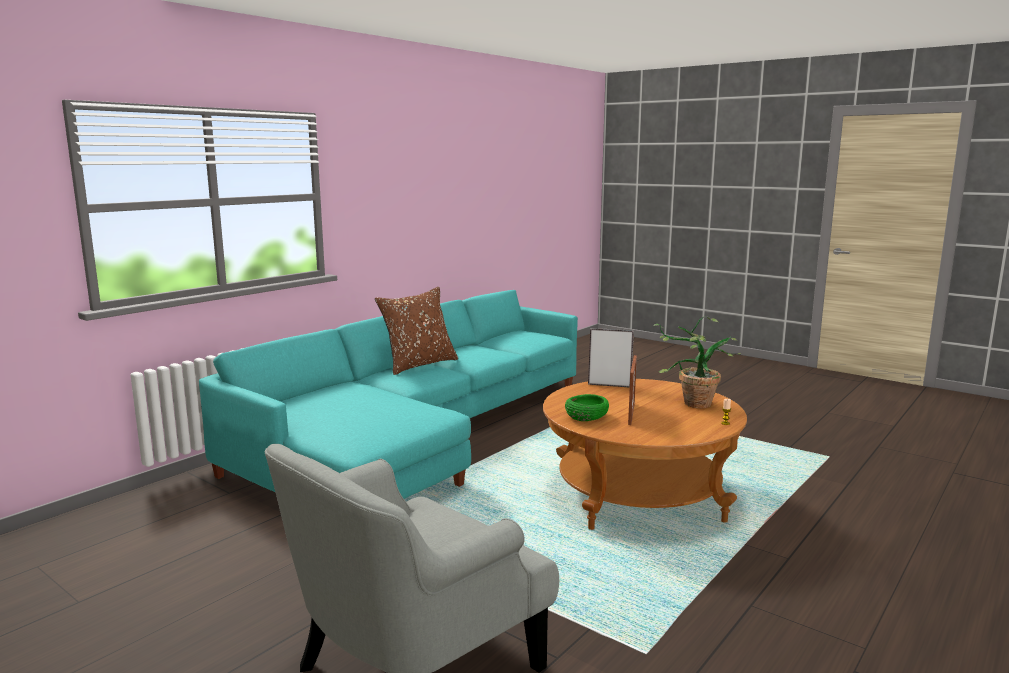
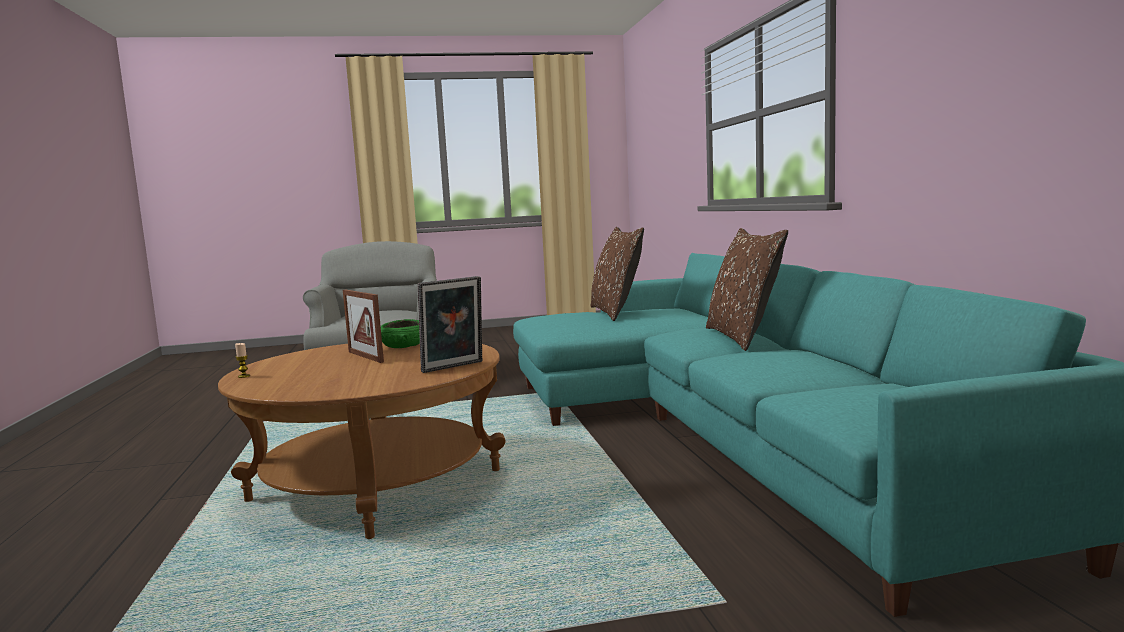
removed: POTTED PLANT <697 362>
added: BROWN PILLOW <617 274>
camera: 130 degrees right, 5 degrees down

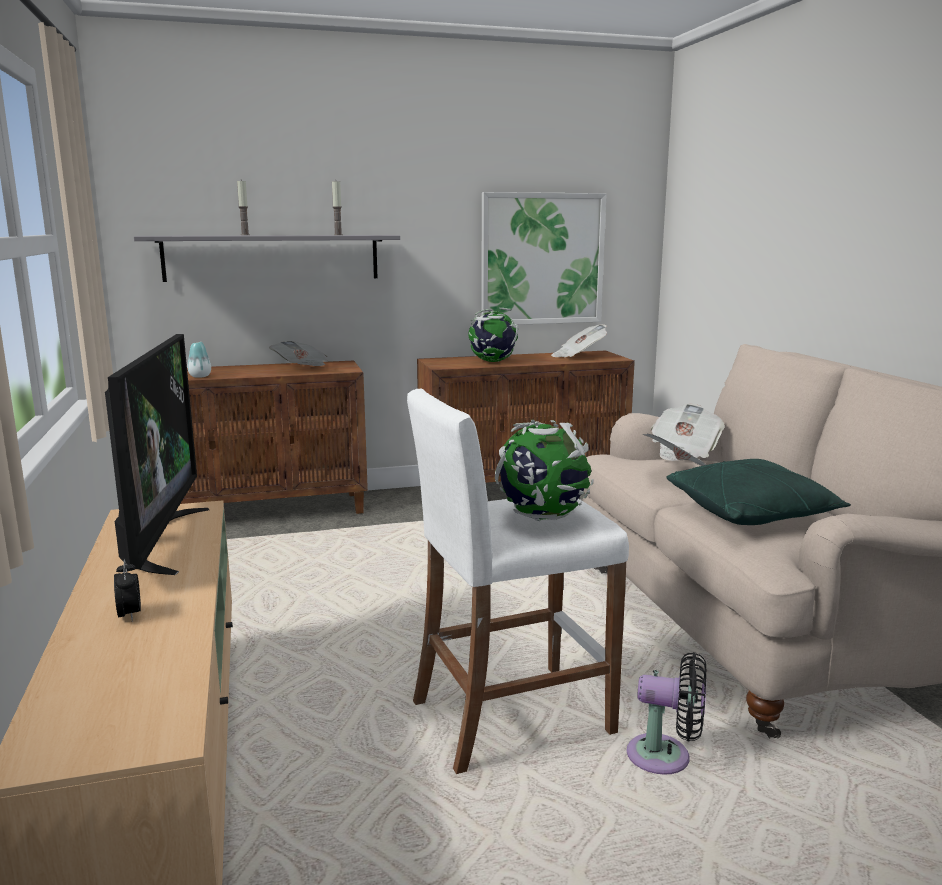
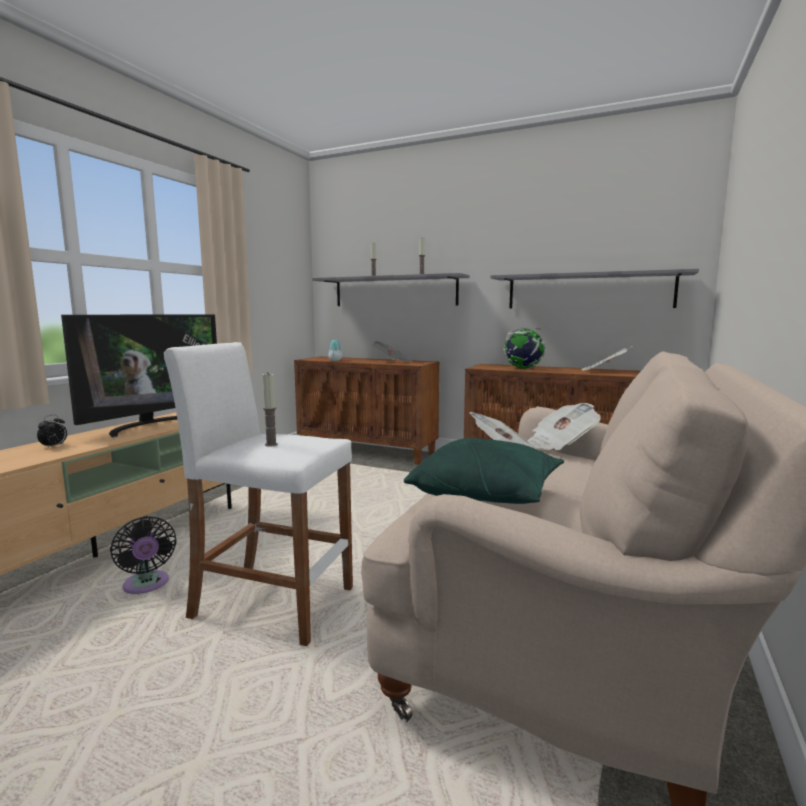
moved: BLACK FAN <666 713> to <143 555>
replaced: PICTURE <543 258> to GREY SHELF <594 289>; GLOBE <544 470> to CANDLE <270 410>
camera: 40 degrees right, 5 degrees down

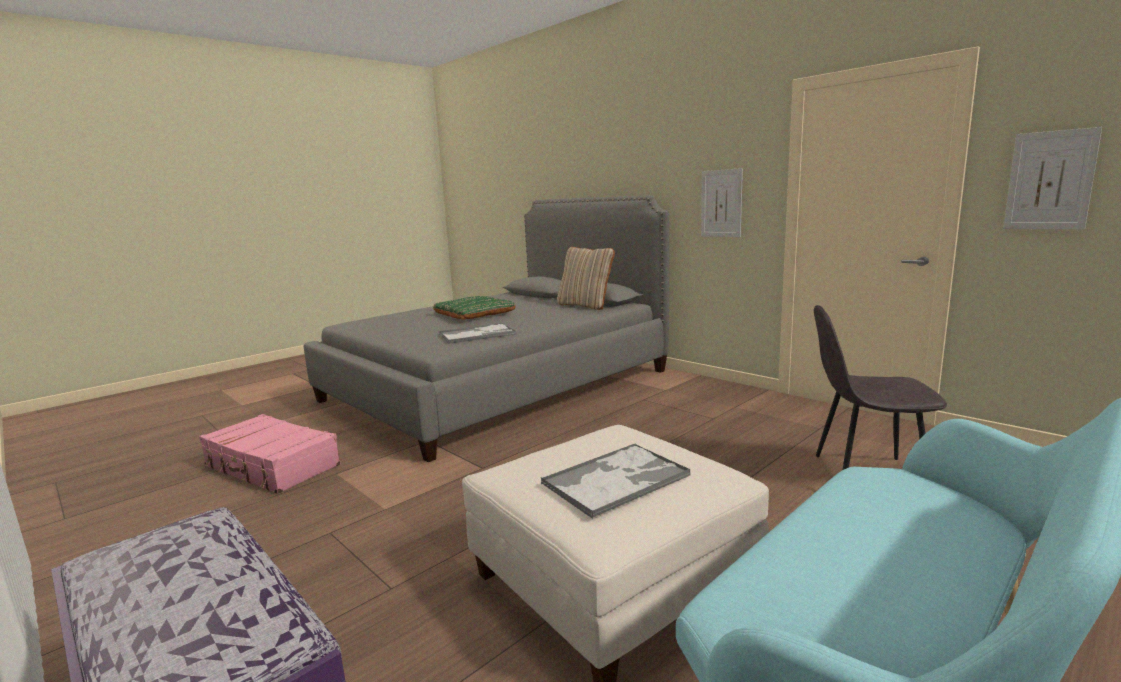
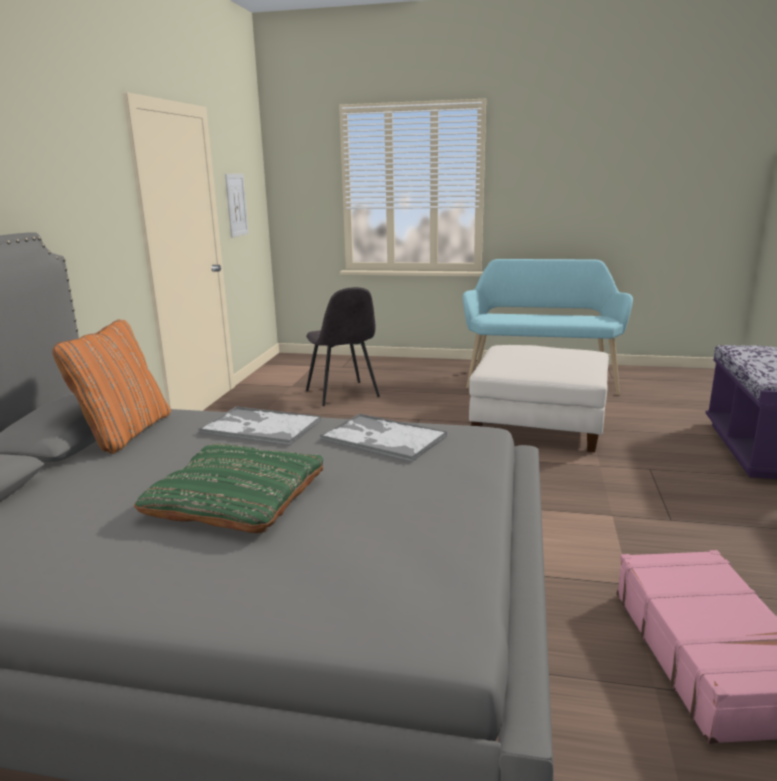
removed: PICTURE <722 202>
moved: TRAY <616 481> to <259 426>
recoloured: BEIGE PILLOW <586 278> to ORANGE PILLOW <111 387>
camera: 125 degrees left, 5 degrees up

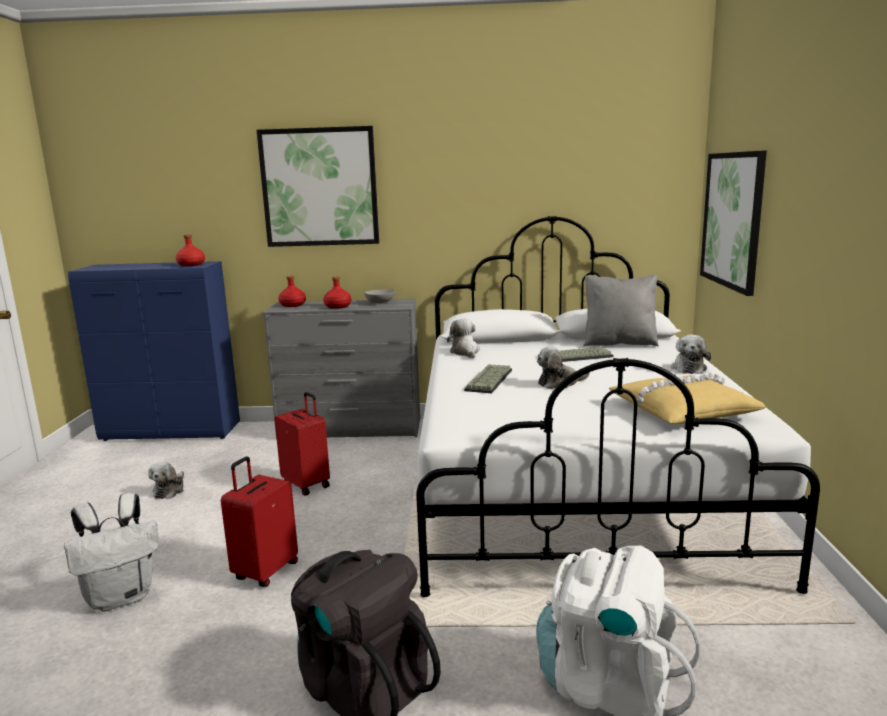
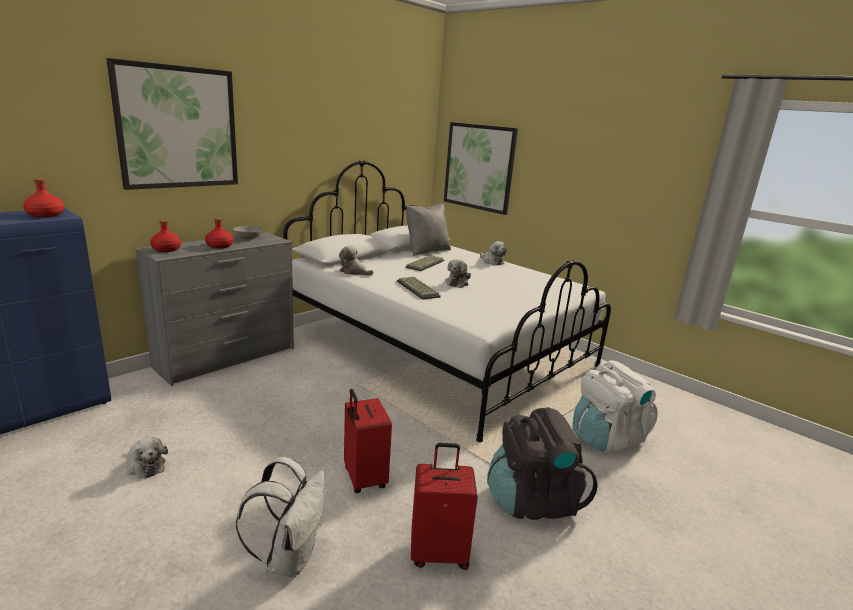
removed: YELLOW PILLOW <687 398>
moved: RED SUITCASE <302 444> to <444 506>
camera: 50 degrees left, 5 degrees up

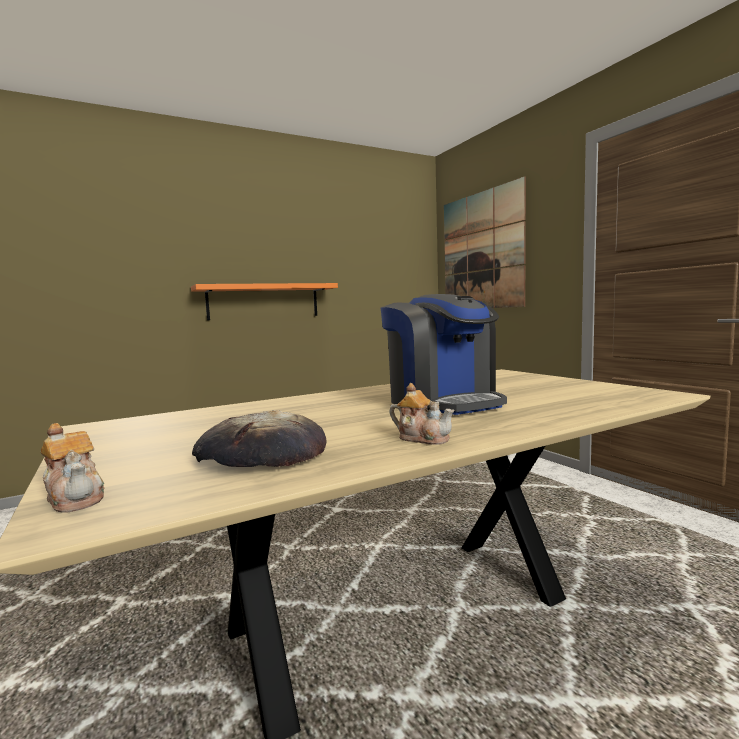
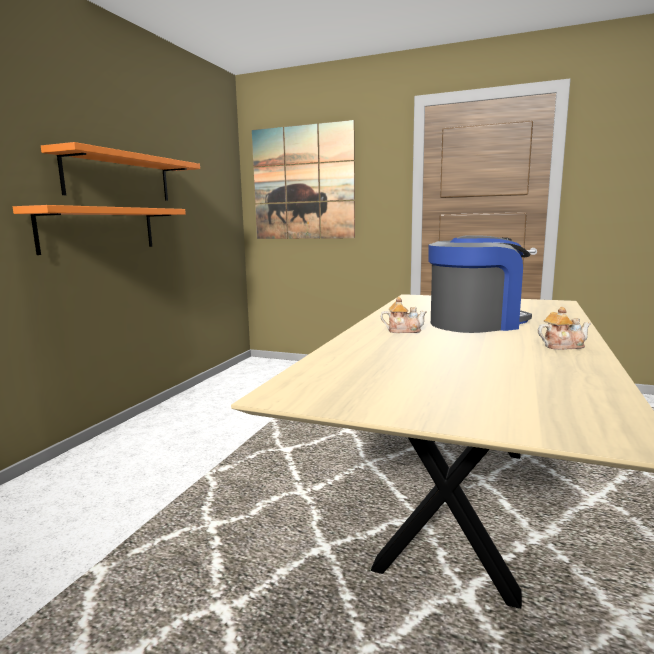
removed: BREAD <259 438>
added: ORANGE SHELF <120 171>
moved: TEAPOT <73 468> to <404 314>
turned: COFFEE MACHINE <444 354> = <480 284> 45 degrees counterclockwise
camera: 40 degrees left, 5 degrees up

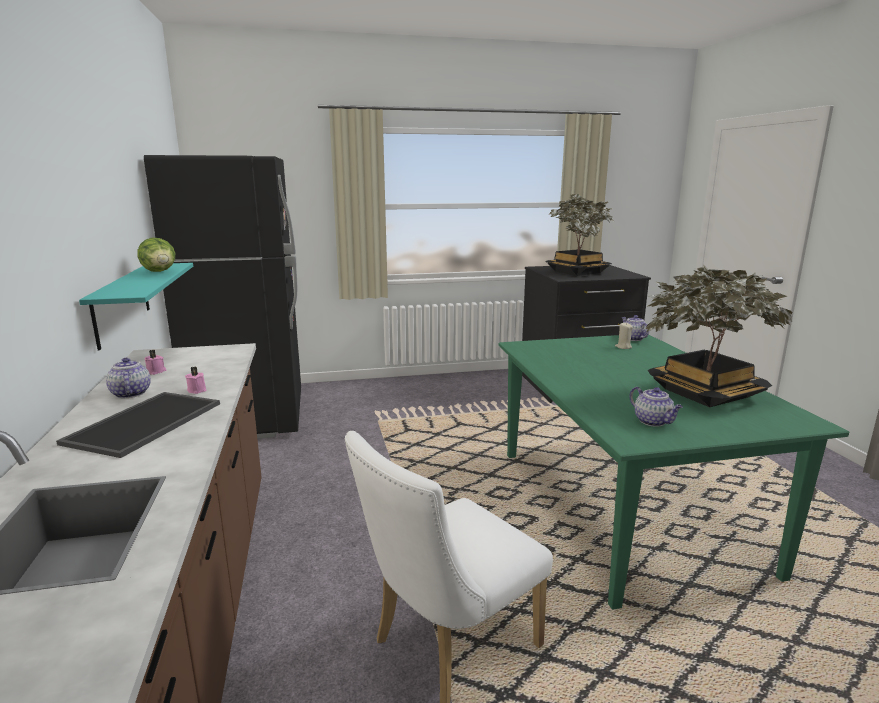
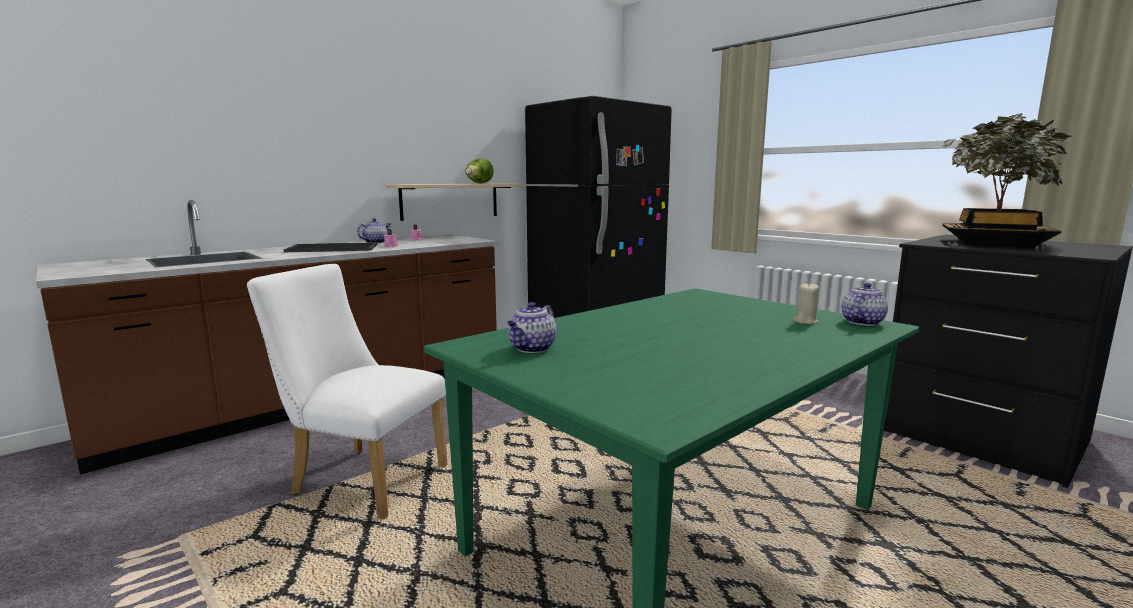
removed: POTTED PLANT <718 335>
recoloured: TURQUOISE SHELF <136 306> to BEIGE SHELF <455 202>
camera: 60 degrees right, 5 degrees down

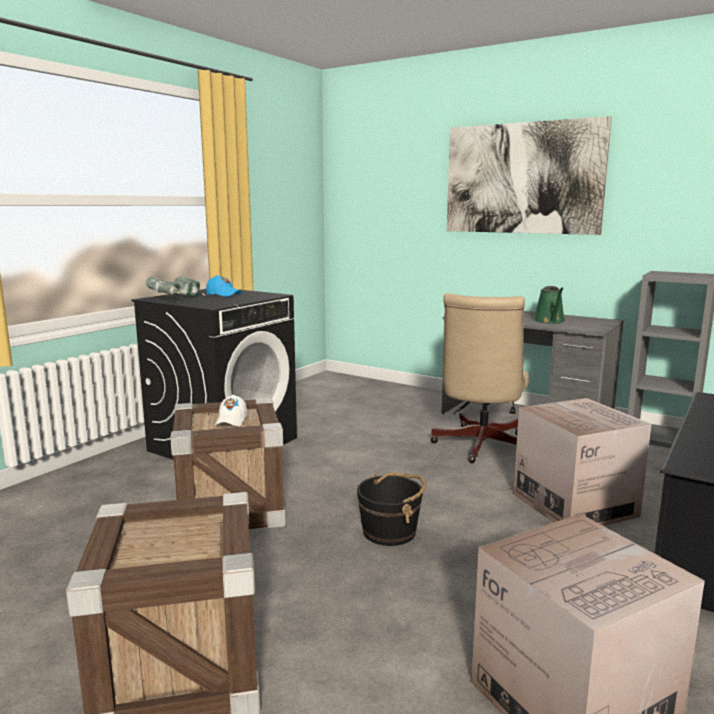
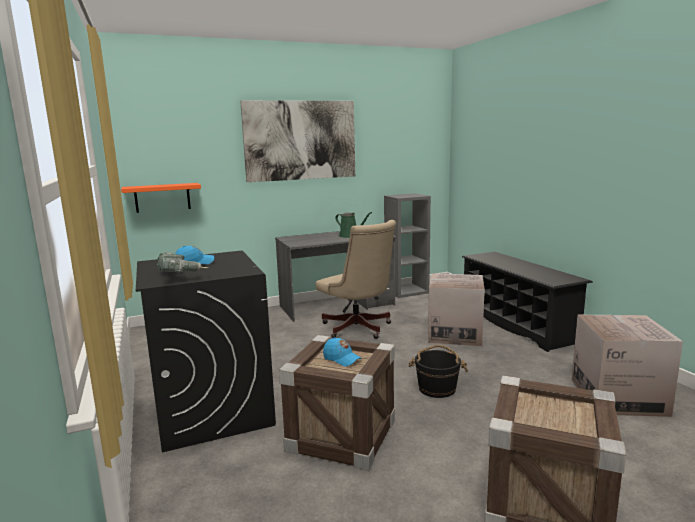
added: ORANGE SHELF <161 198>
recoloured: WHITE CAP <230 411> to BLUE CAP <342 352>
camera: 55 degrees left, 0 degrees up

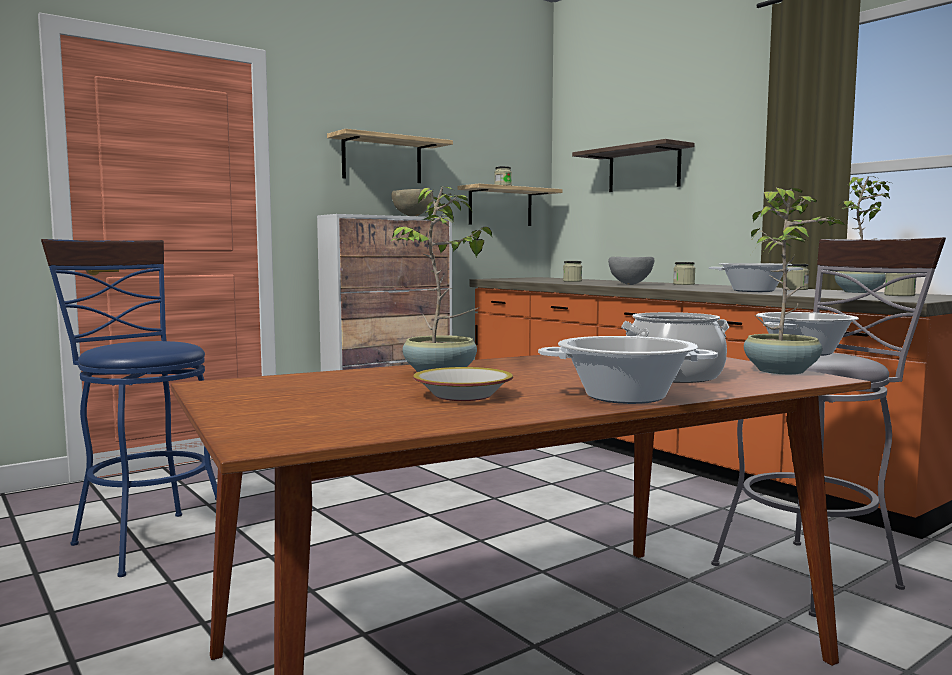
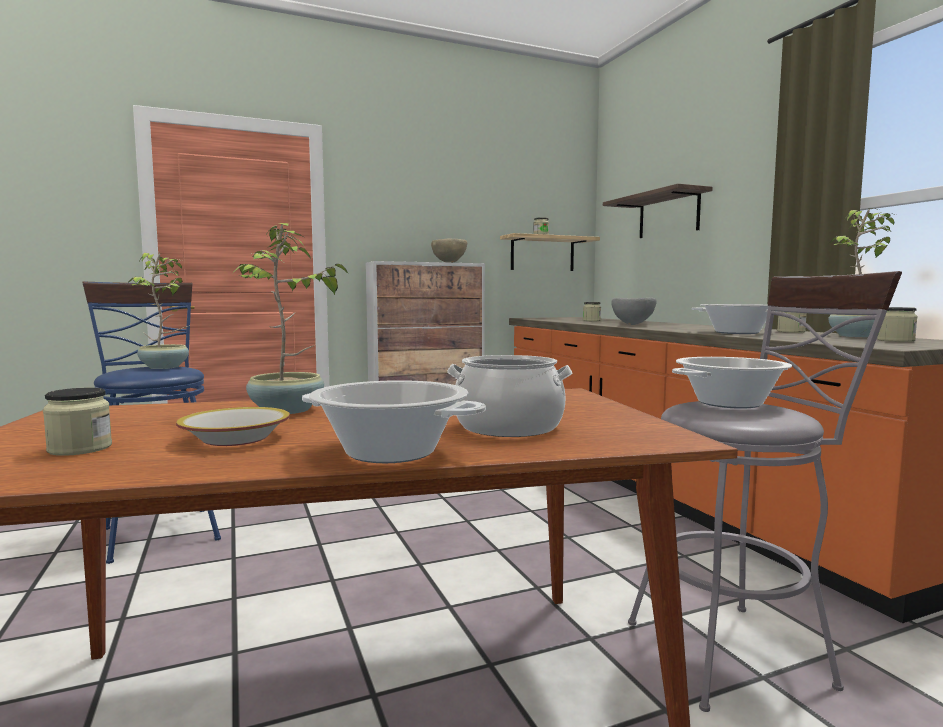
removed: SHELF <390 156>
moved: JAR <684 273> to <77 422>; POTTED PLANT <794 281> to <159 311>
camera: 15 degrees right, 0 degrees up

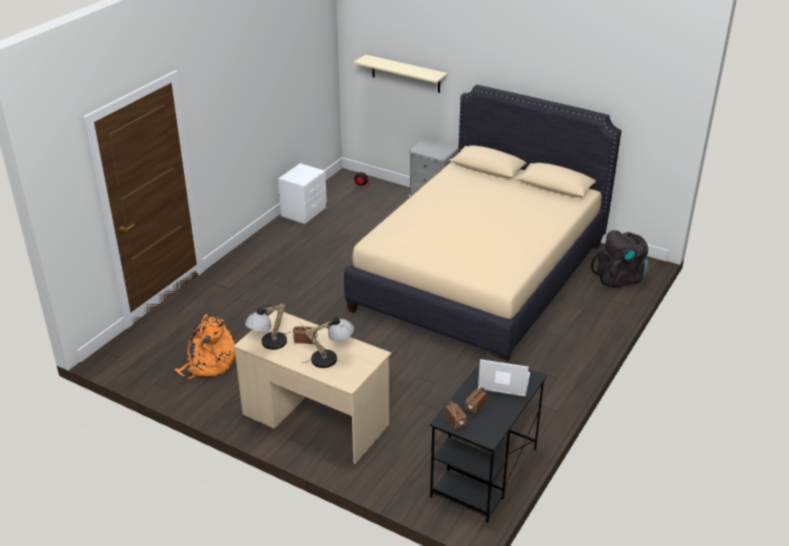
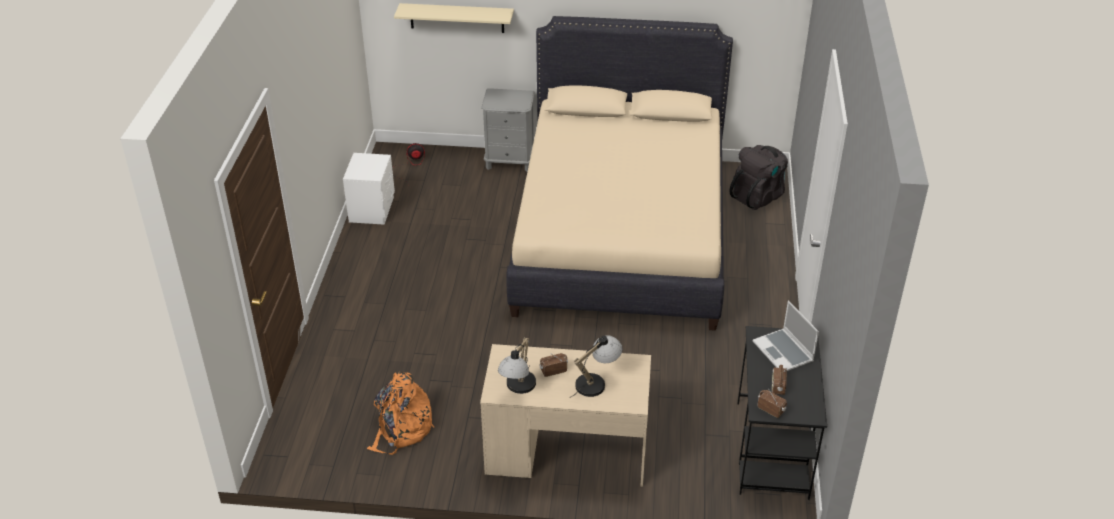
turned: LAPTOP <504 378> = <786 336> 105 degrees counterclockwise
camera: 25 degrees left, 5 degrees up

